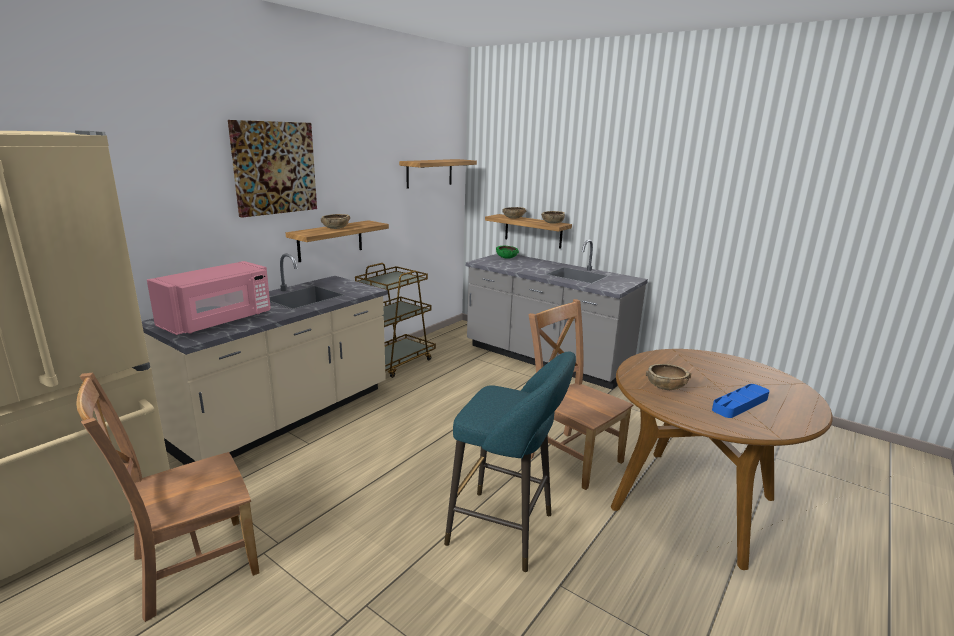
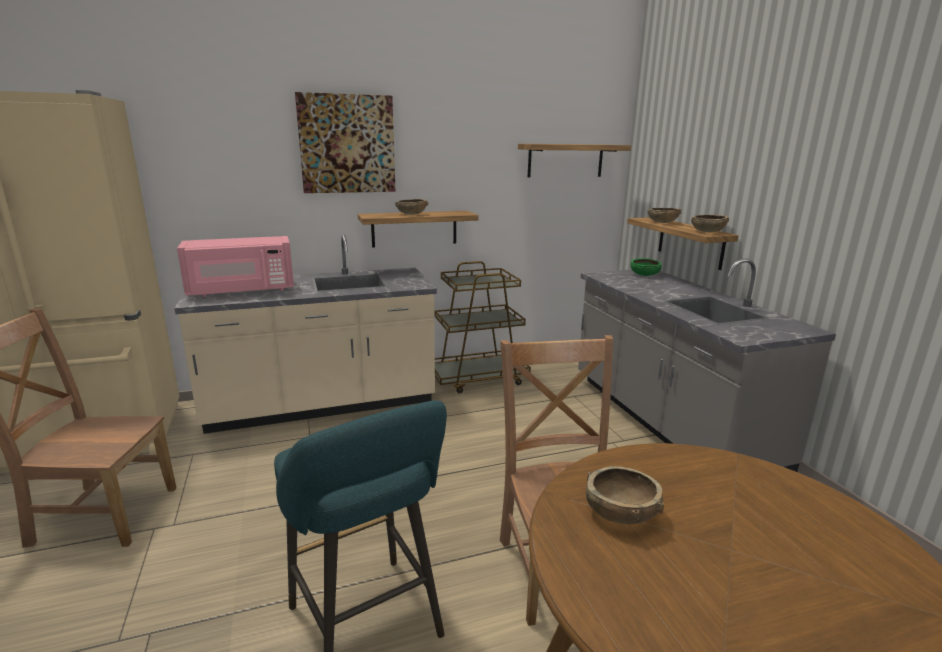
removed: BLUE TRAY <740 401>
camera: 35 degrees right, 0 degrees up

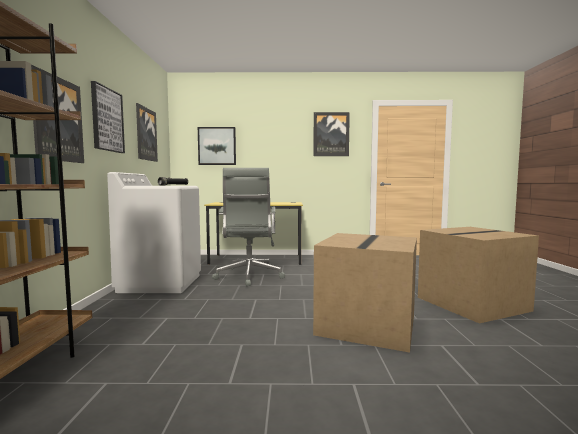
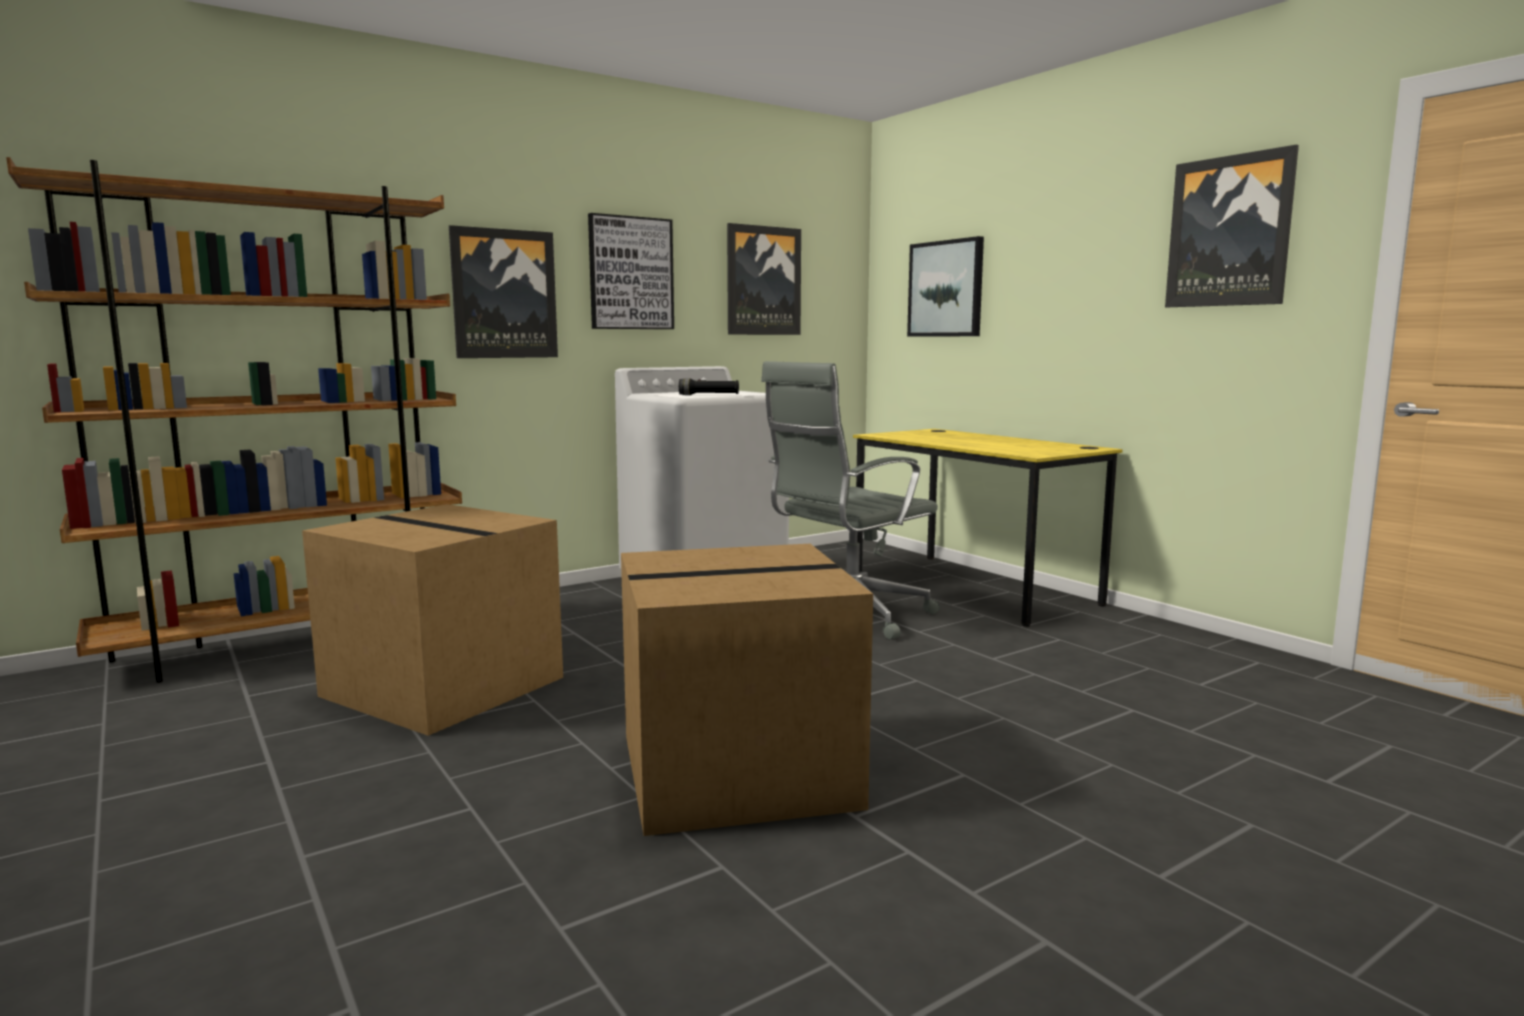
moved: CARDBOARD BOX <478 275> to <432 620>
camera: 55 degrees right, 5 degrees up

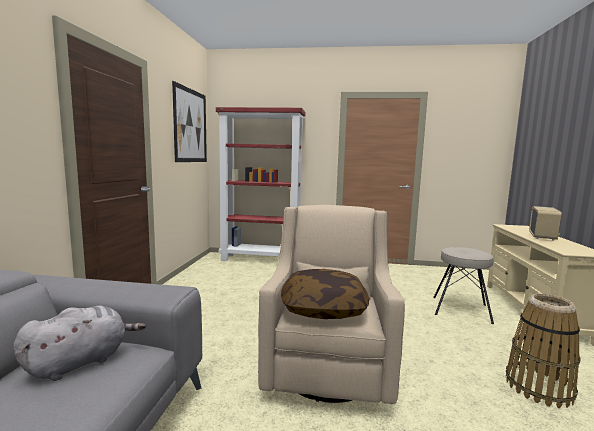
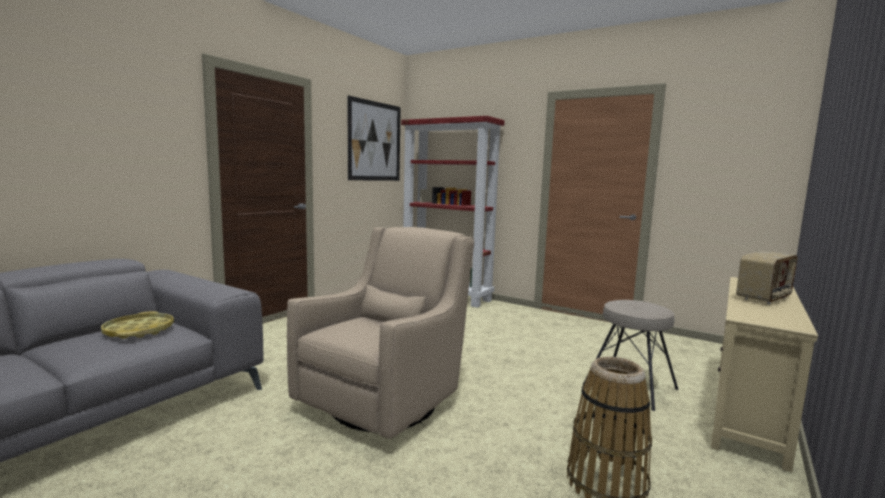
removed: PILLOW <325 294>
replaced: GREY PLUSH TOY <79 343> to YELLOW TRAY <137 325>
camera: 25 degrees right, 0 degrees up

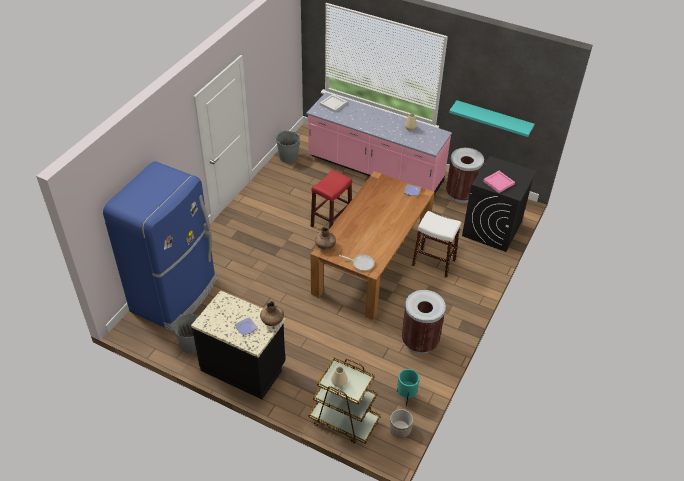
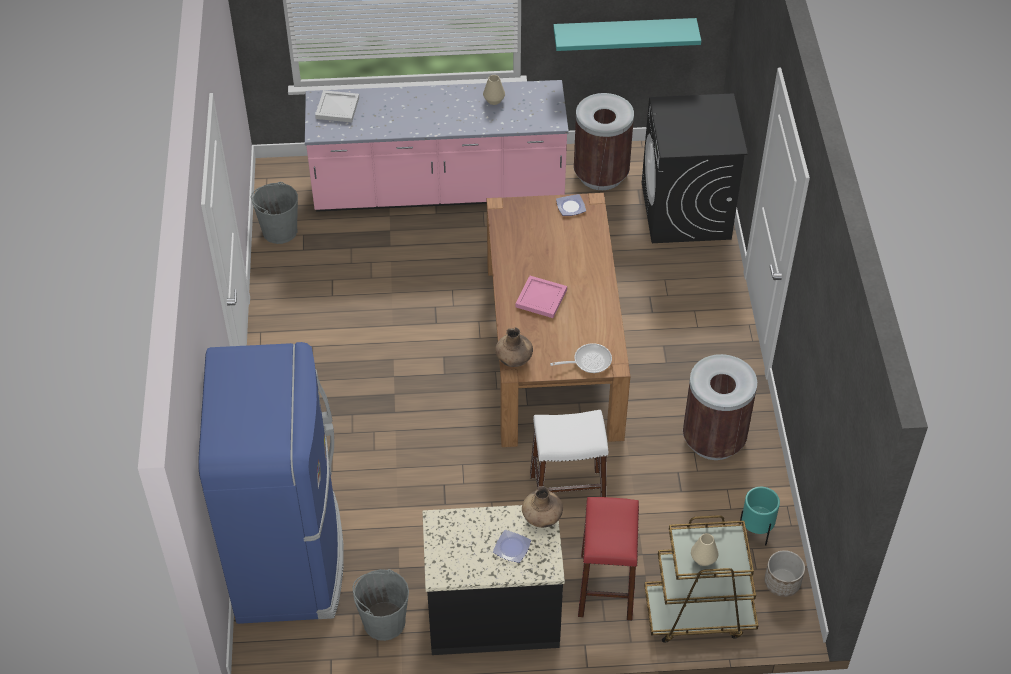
moved: RED STOOL <331 199> to <608 558>; WHITE STOOL <436 244> to <569 453>; PINK TRAY <499 182> to <541 297>
camera: 30 degrees left, 5 degrees up

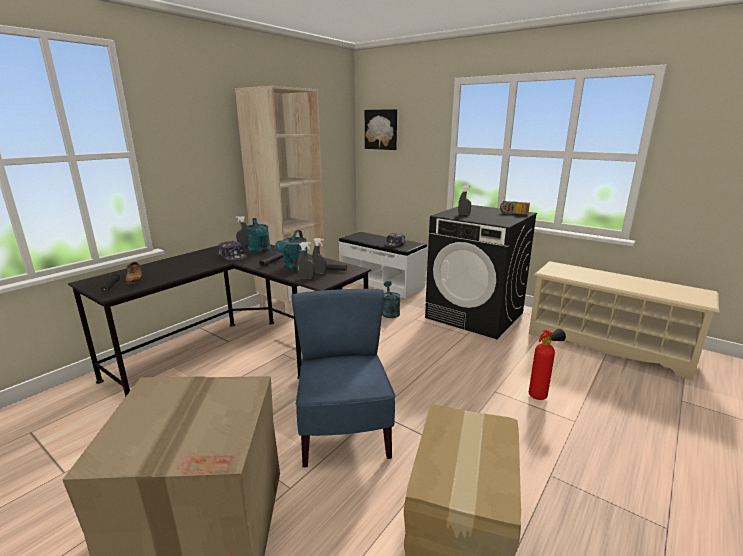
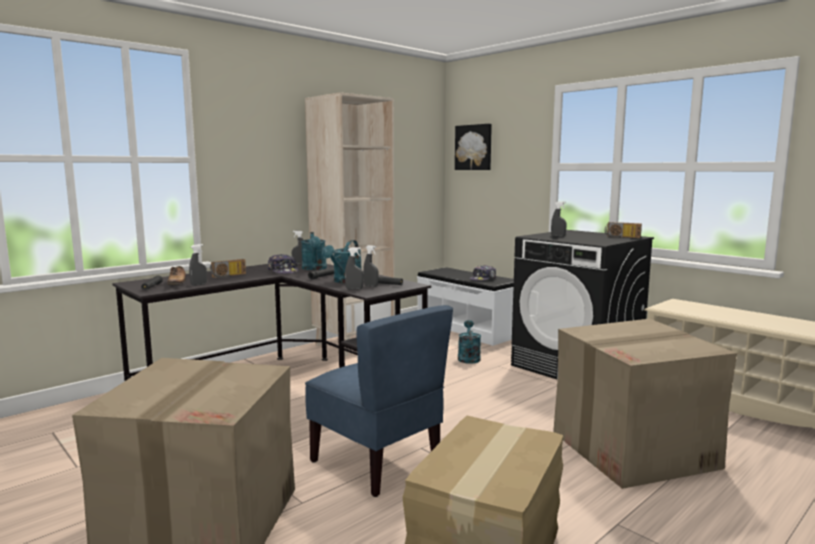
added: GREY SPRAY BOTTLE <198 265>; RADIO <228 268>
replaced: FIRE EXTINGUISHER <547 364> to CARDBOARD BOX <645 404>
turned: BLUE CHAIR <343 378> = <379 401> 135 degrees clockwise
camera: 10 degrees right, 10 degrees down

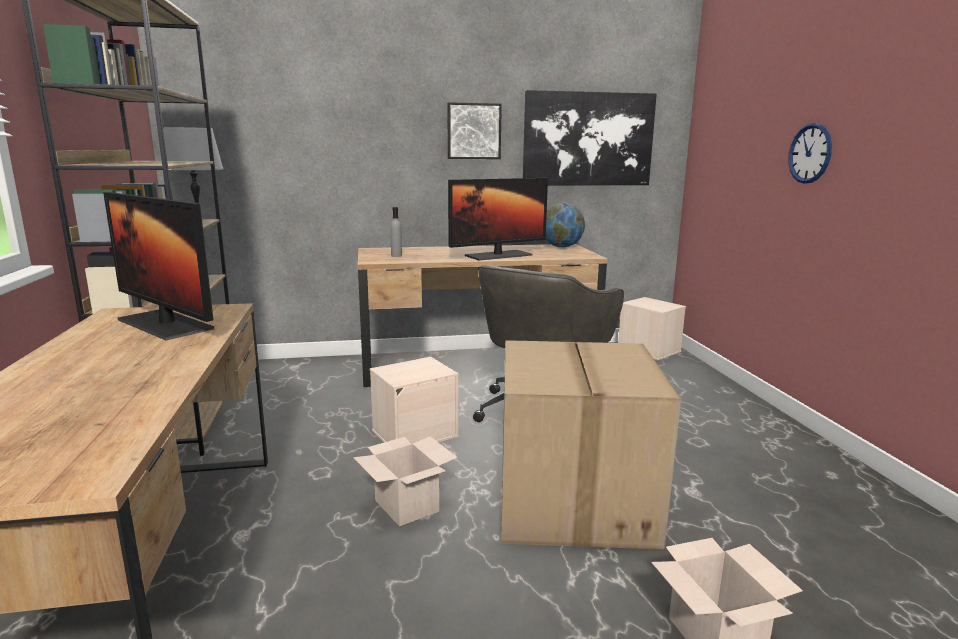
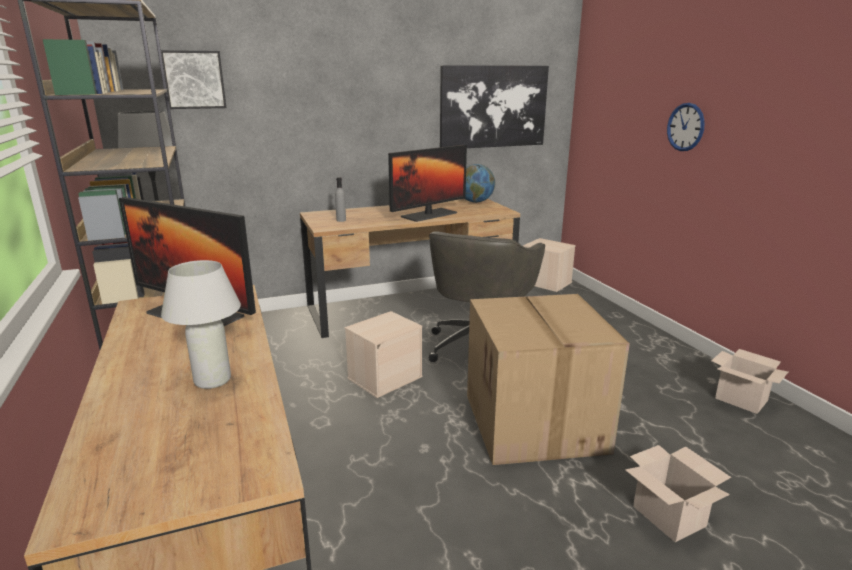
added: WHITE TABLE LAMP <201 324>
moved: CARDBOARD BOX <405 481> to <749 381>; PICTURE <475 130> to <193 79>
camera: 10 degrees left, 5 degrees up

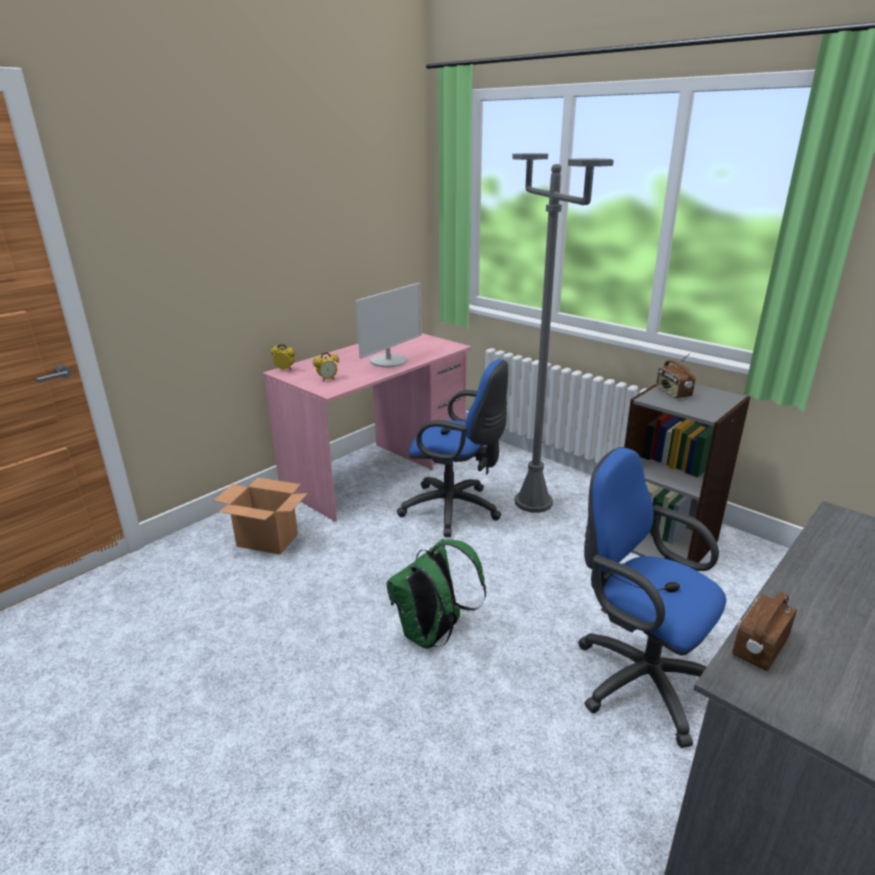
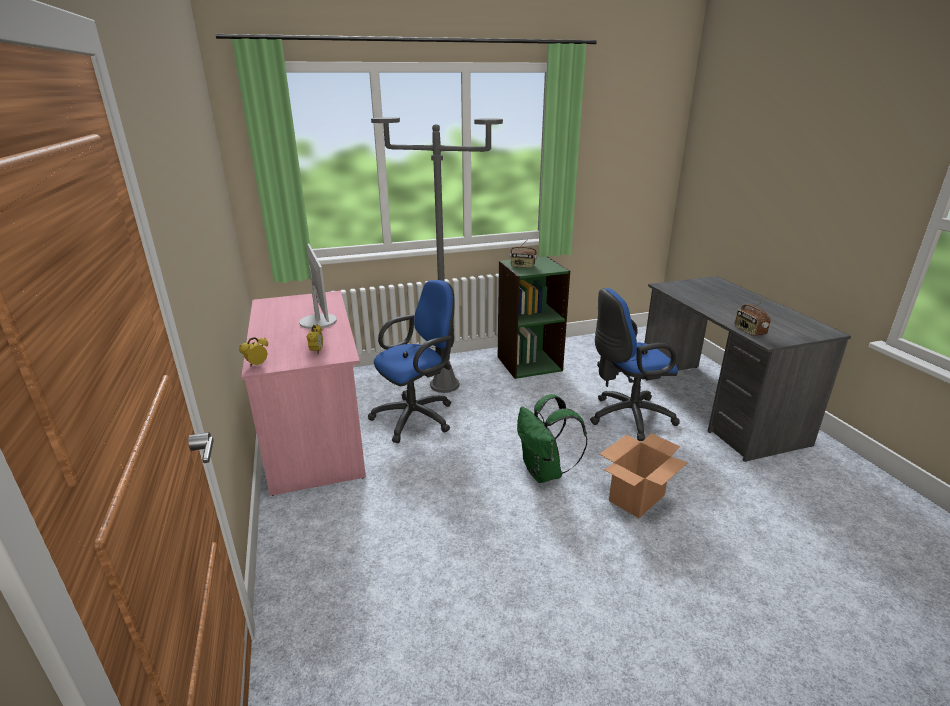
moved: CARDBOARD BOX <260 516> to <644 475>
recoloured: GREY BOOKCASE <687 473> to GREEN BOOKCASE <534 317>
camera: 60 degrees left, 0 degrees up

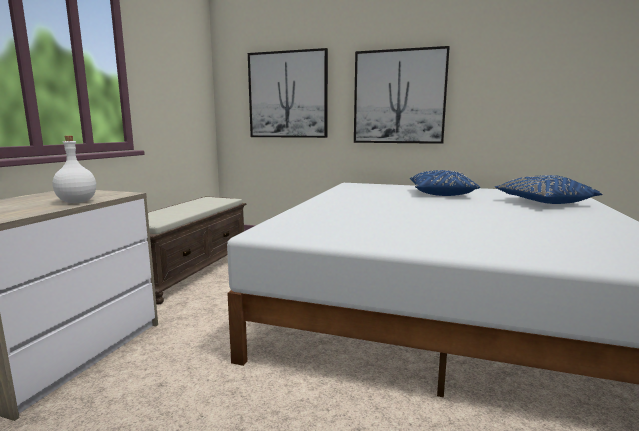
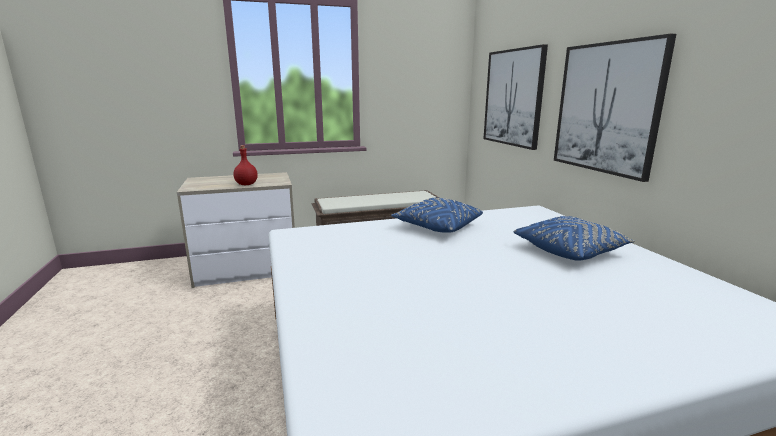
moved: BLUE PILLOW <548 189> to <437 215>
recoloured: WHITE BOTTLE <74 169> to RED BOTTLE <245 165>
camera: 55 degrees right, 5 degrees up

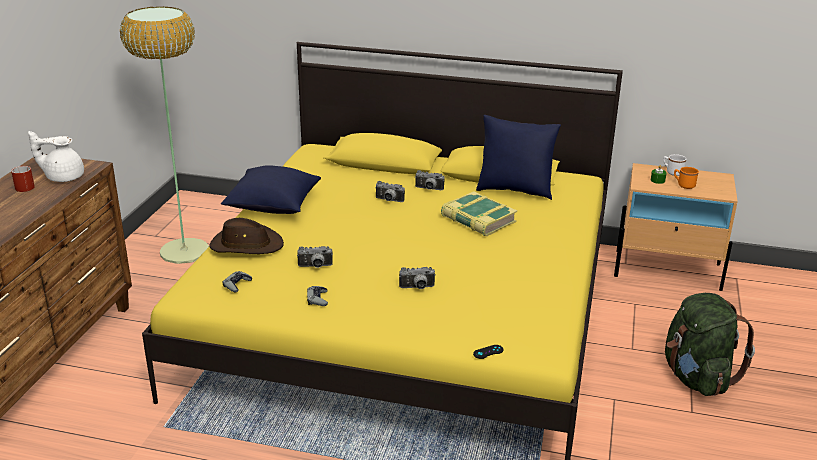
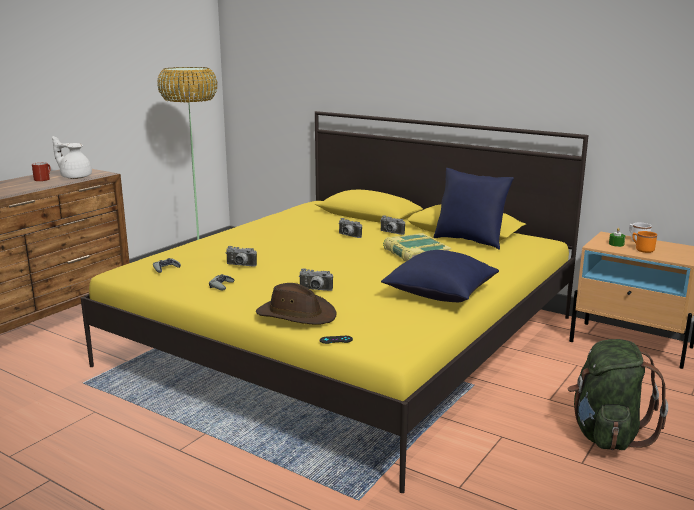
moved: BROWN HAT <246 236> to <296 304>; BLUE PILLOW <271 189> to <440 276>
camera: 20 degrees right, 10 degrees down

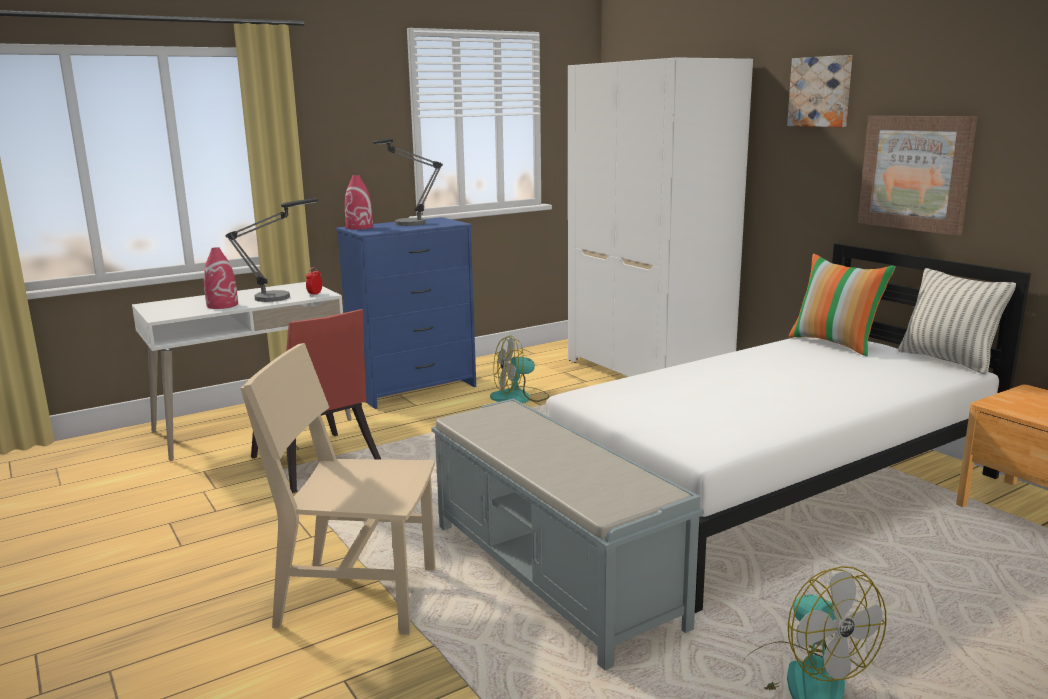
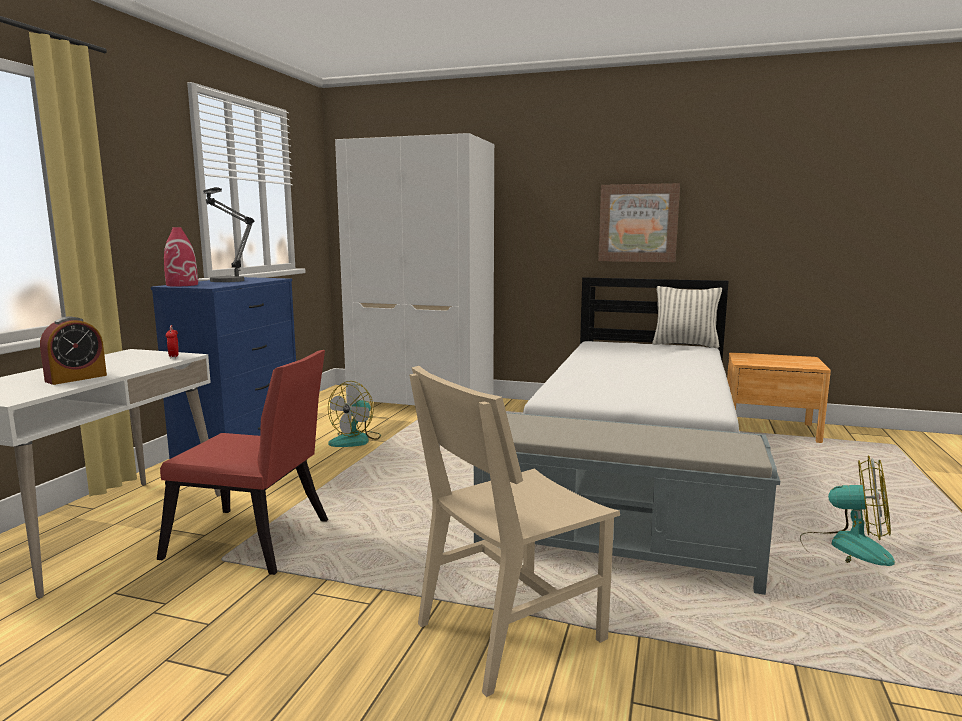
removed: TABLE LAMP <272 250>; PICTURE <819 91>; PILLOW <842 305>
replaced: RED VASE <221 278> to ALARM CLOCK <73 350>
camera: 40 degrees left, 5 degrees down

